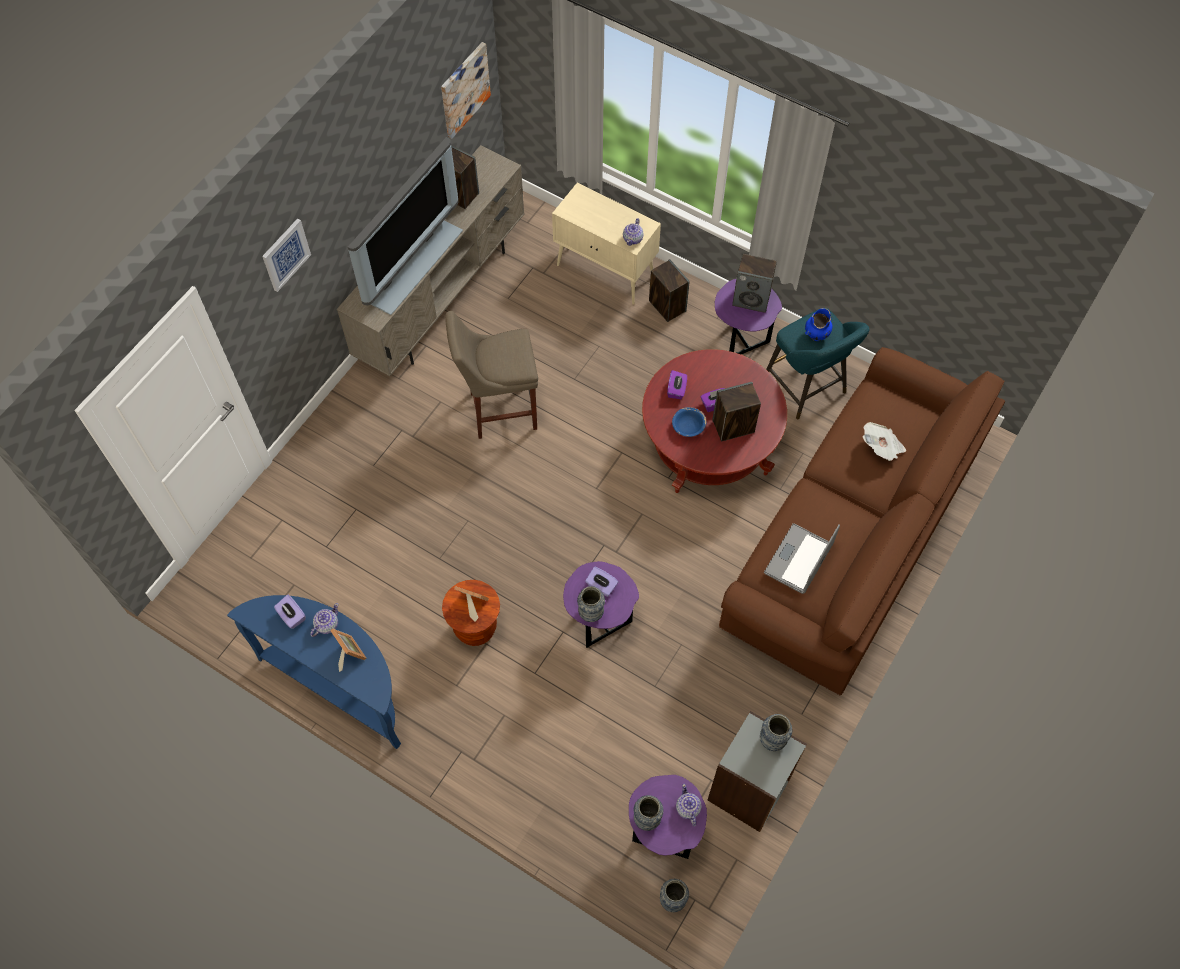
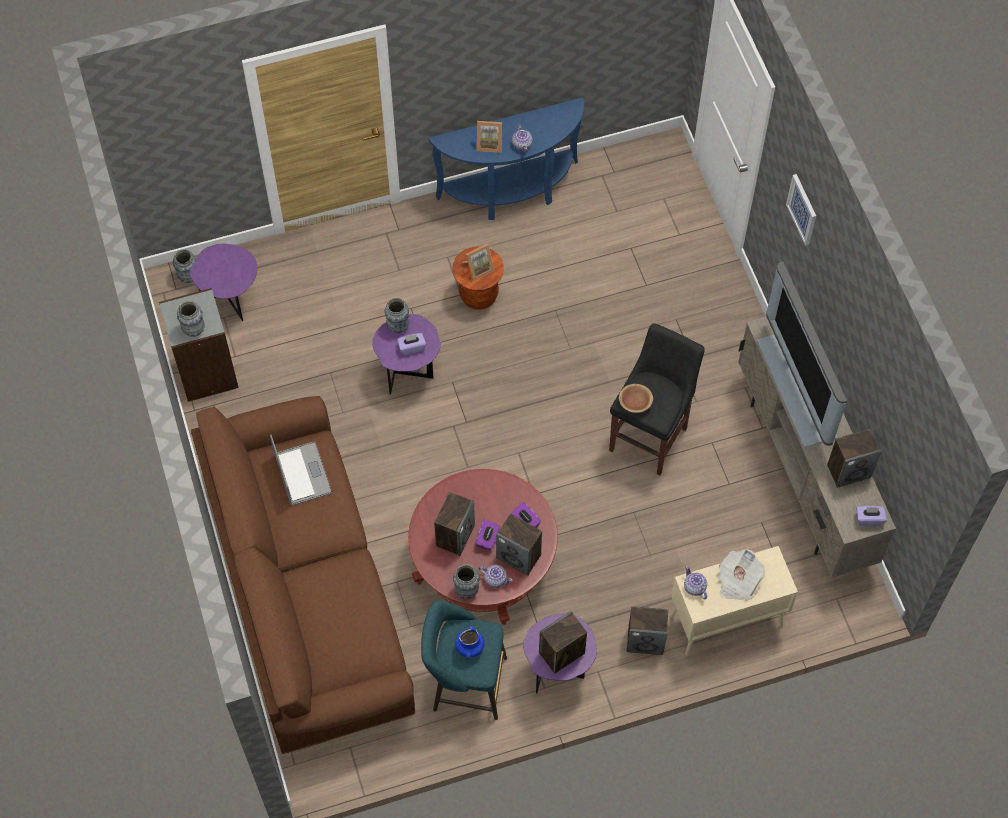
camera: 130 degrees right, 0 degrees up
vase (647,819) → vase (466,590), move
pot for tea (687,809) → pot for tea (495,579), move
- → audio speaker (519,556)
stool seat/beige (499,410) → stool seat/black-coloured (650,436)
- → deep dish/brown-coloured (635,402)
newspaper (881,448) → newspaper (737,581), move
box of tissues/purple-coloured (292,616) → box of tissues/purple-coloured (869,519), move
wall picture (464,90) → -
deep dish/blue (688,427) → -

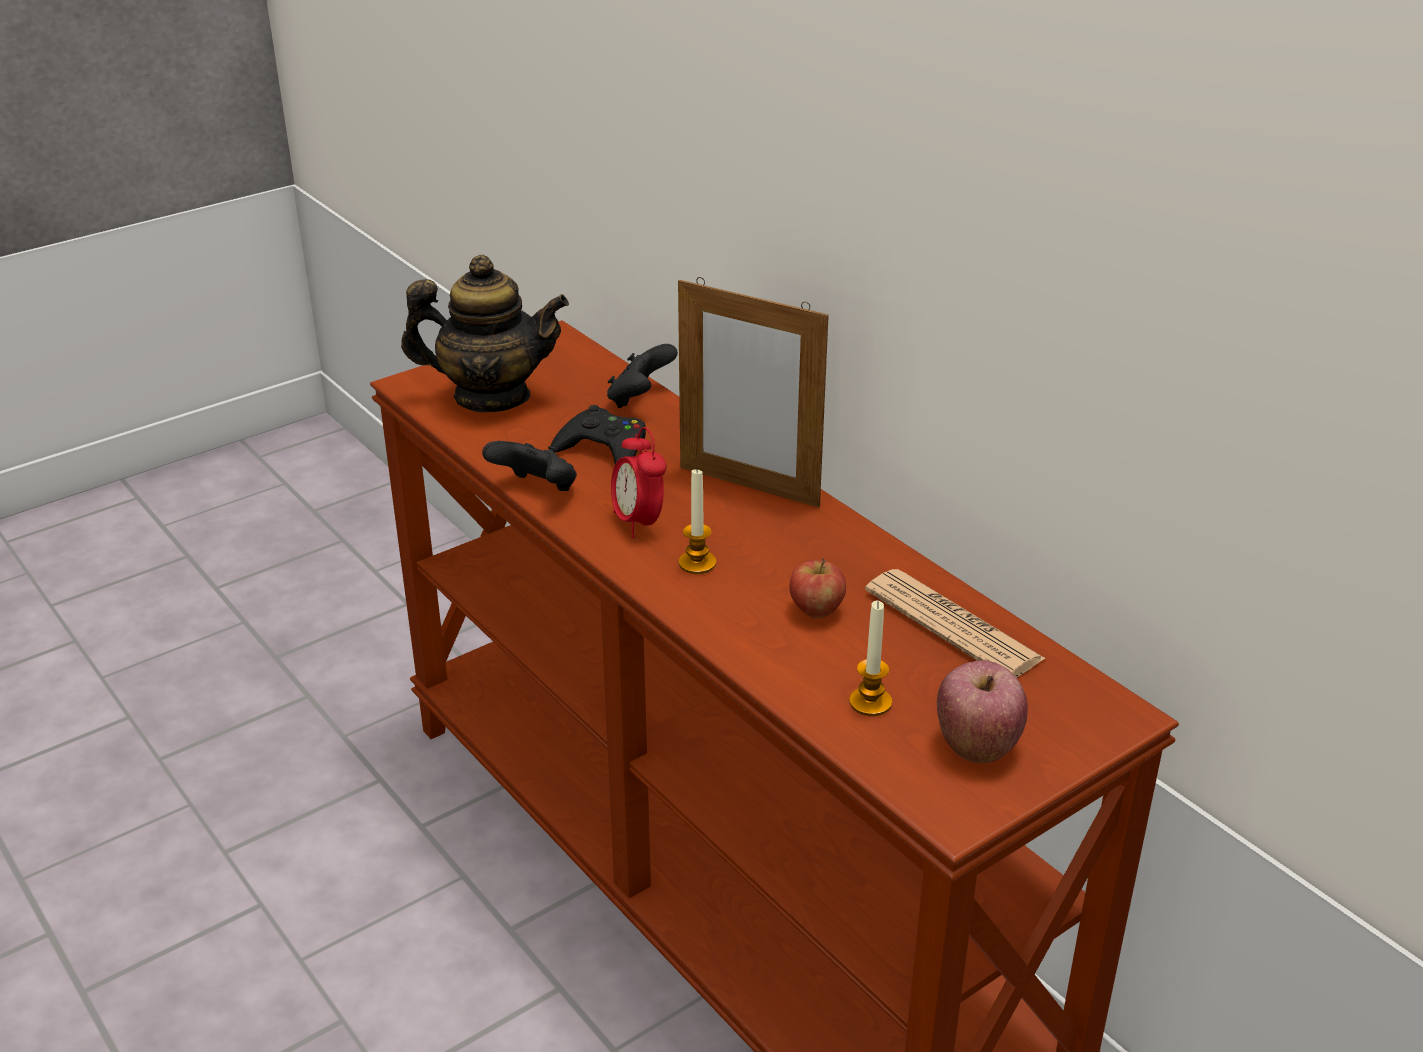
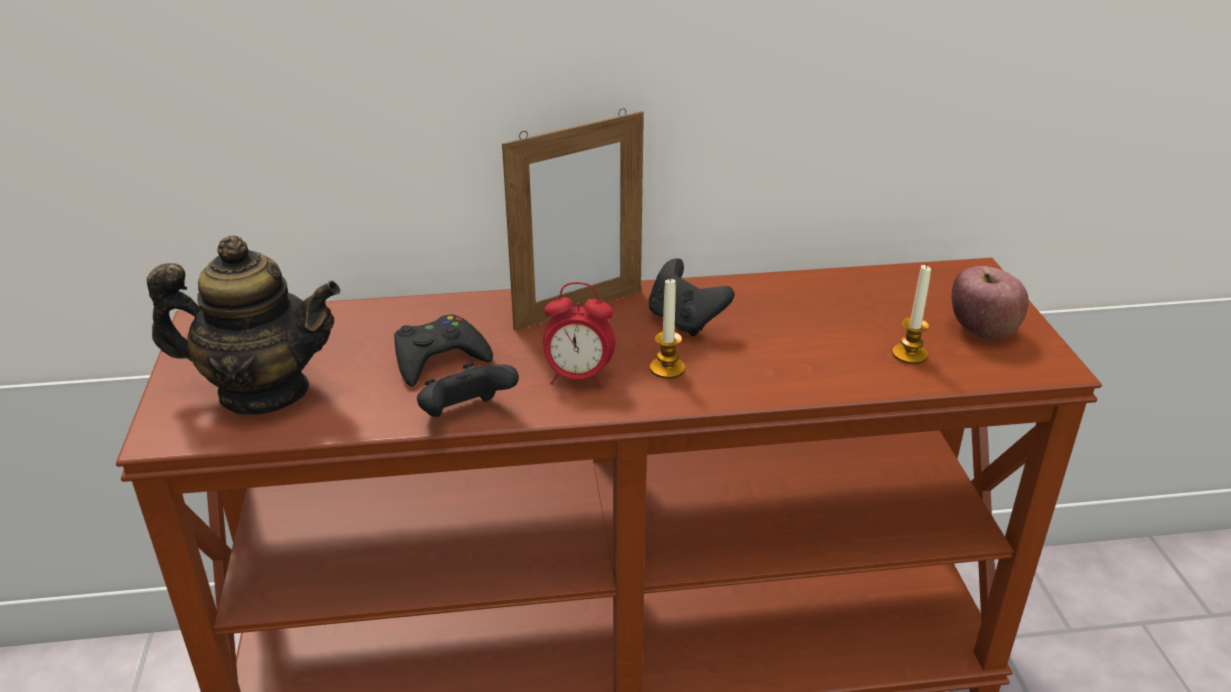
camera: 60 degrees left, 0 degrees up
pot for tea (491,397) → pot for tea (263,391), 60 degrees clockwise
game controller/black-coloured (640,399) → game controller/black-coloured (685,321), move
apple (816,610) → -
newspaper (952,625) → -

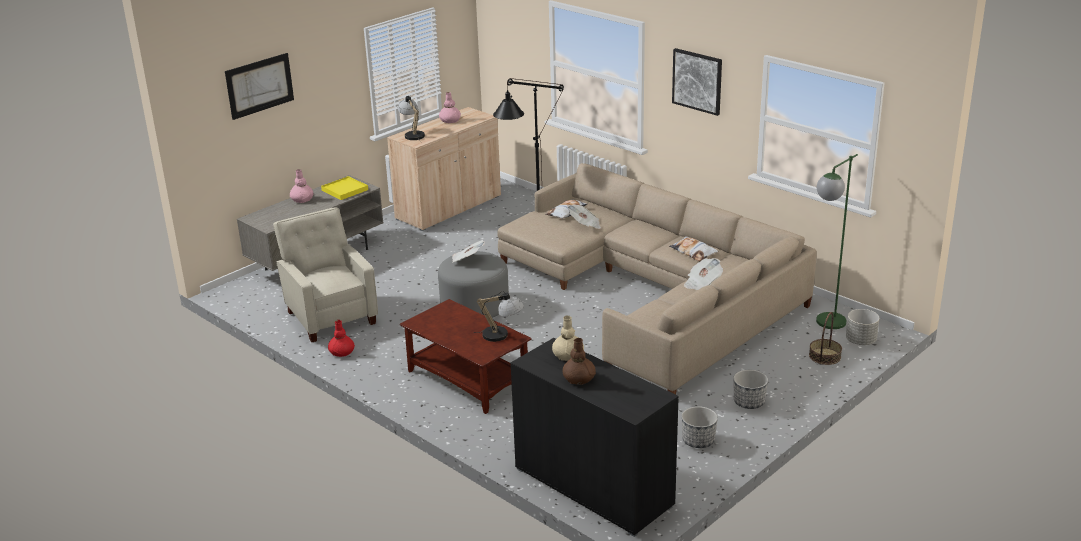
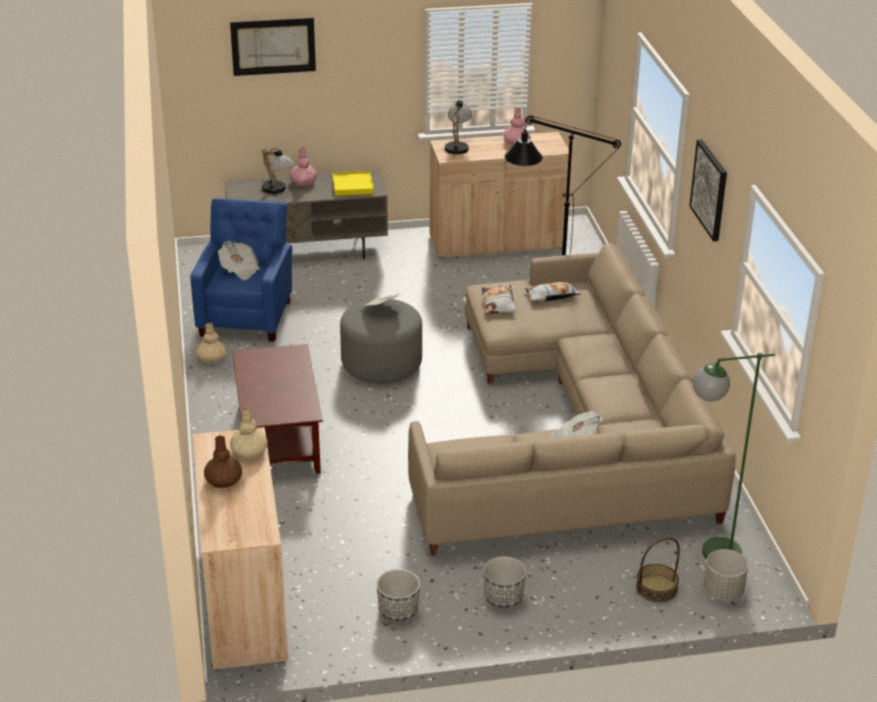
camera: 35 degrees right, 5 degrees up
lounge chair/beige (330,316) → lounge chair/blue (247,316)
cupboard/black-coloured (593,487) → cupboard/beige (244,603)
vase/red (341,352) → vase/beige (211,358)
newspaper (585,225) → newspaper (239,270), move
tabletop lamp (502,335) → tabletop lamp (277,190), move
pillow (693,252) → pillow (498,303), move

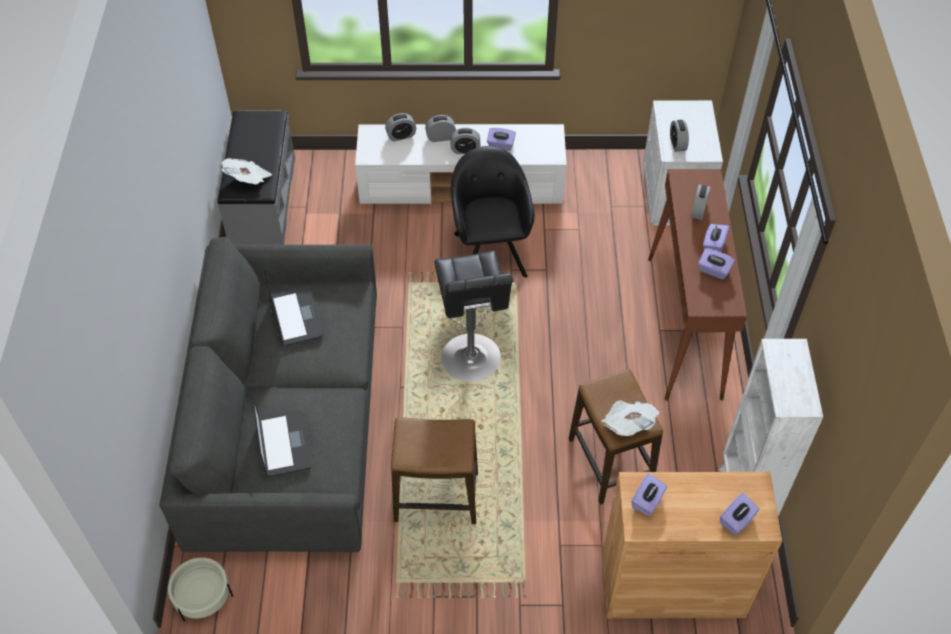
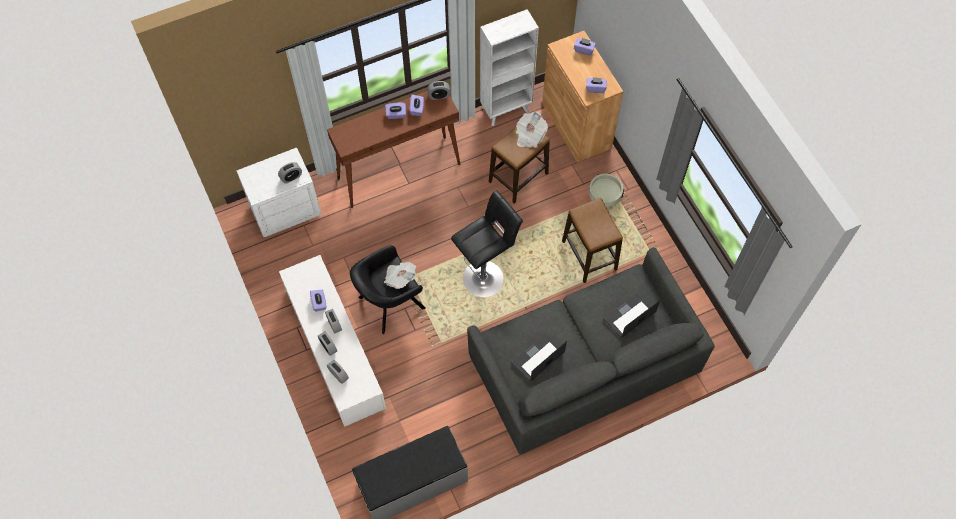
camera: 115 degrees left, 10 degrees up
newspaper (248,179) → newspaper (400,278), move
alarm clock (698,211) → alarm clock (439,95), move
plant pot/beige (202,596) → plant pot/beige (604,196), move

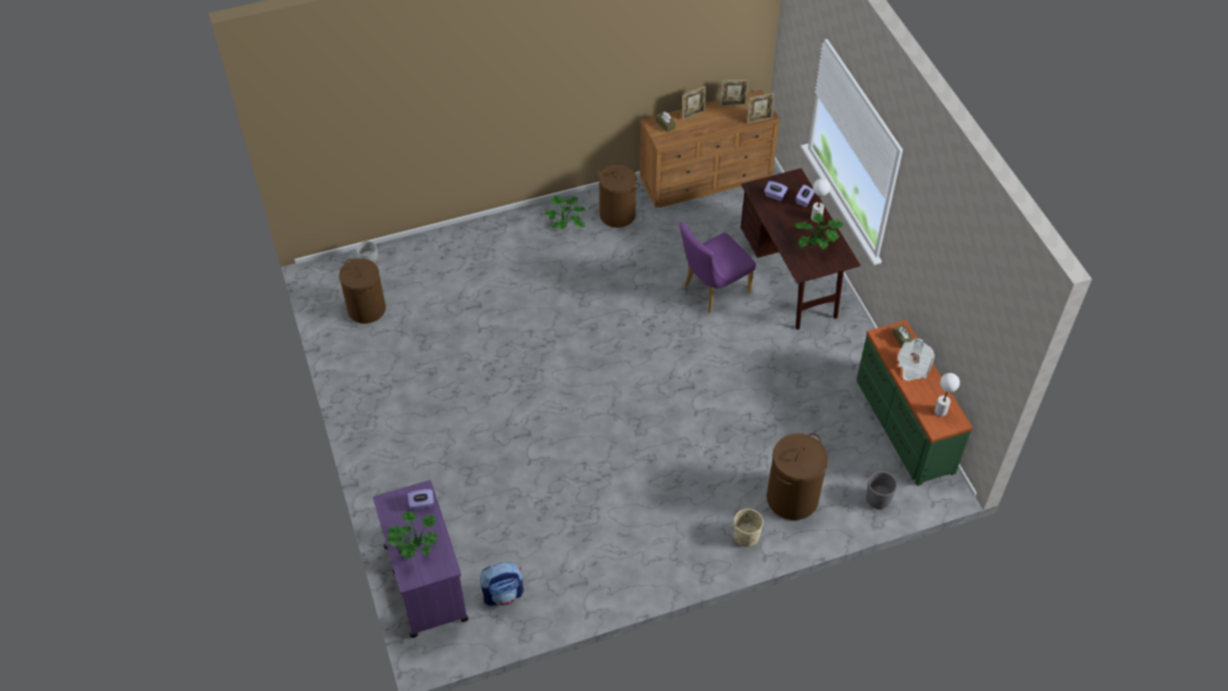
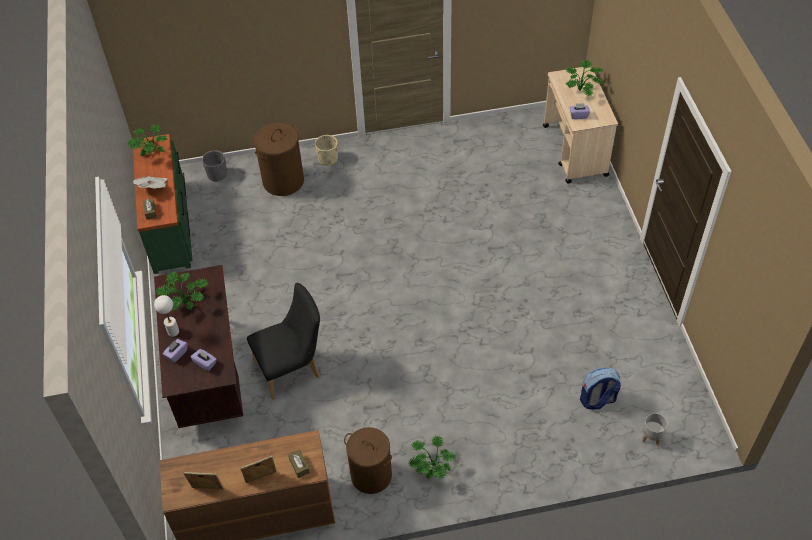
camera: 170 degrees left, 0 degrees up
tabletop lamp/whitish (940,411) → plant in a pot (150,152)
plain chair/purple-coloured (712,290) → plain chair/black-coloured (292,368)
wheeled cart/purple-coloured (425,582) → wheeled cart/beige (575,151)
rucksack (503,594) → rucksack (597,400), move
hamper/brown-coloured (366,309) → -
standing frame (759,119) → -

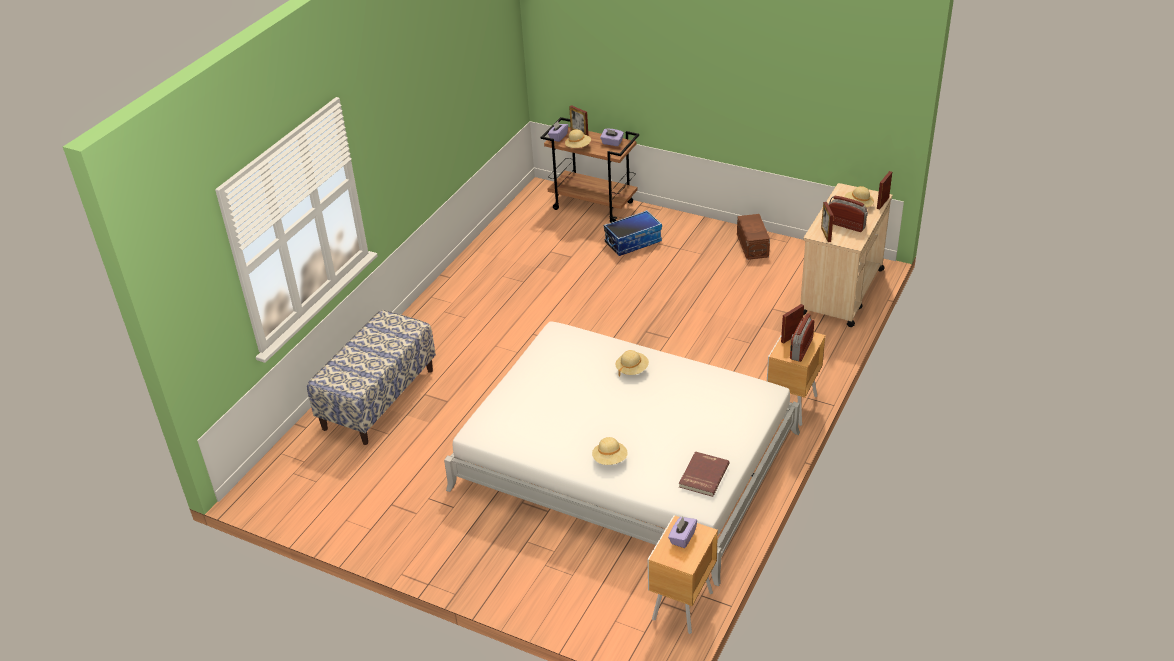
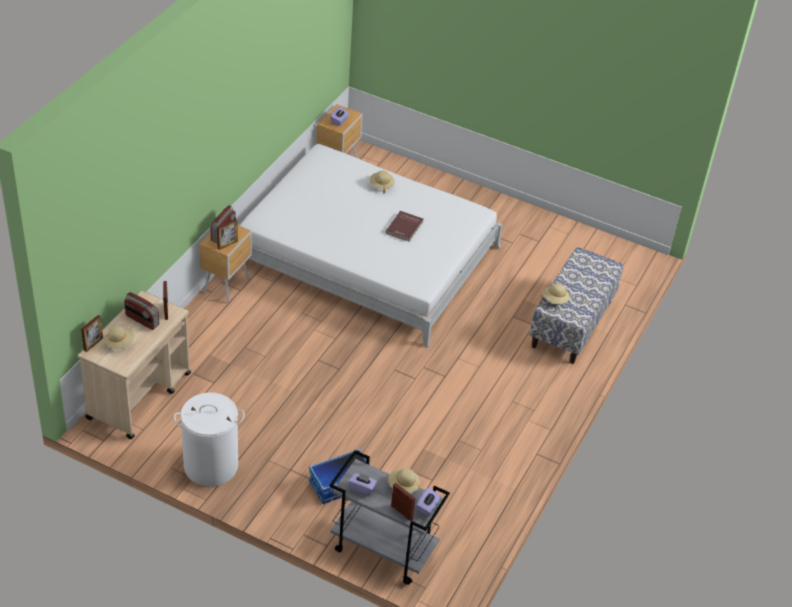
camera: 175 degrees right, 5 degrees up
storage bin/brown-coloured (752,246) → hamper/whitish (211,465)
wheeled cart/brown-coloured (594,206) → wheeled cart/gray (382,550)
book/red (703,475) → book/red (405,227), move
hat/beige (632,369) → hat/beige (555,300), move

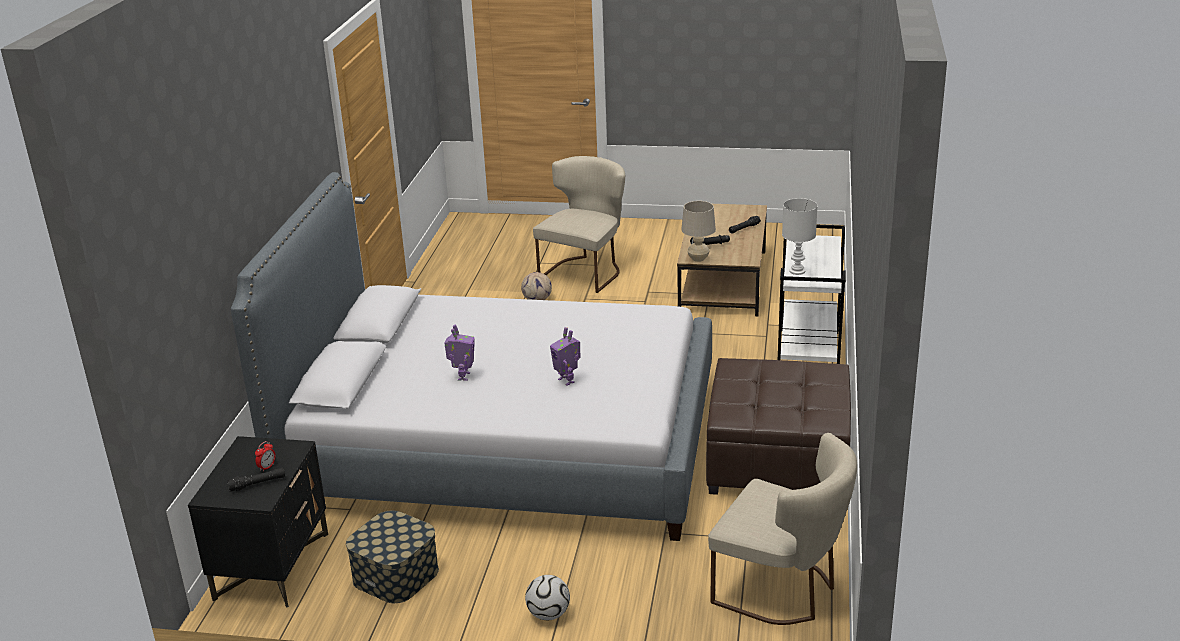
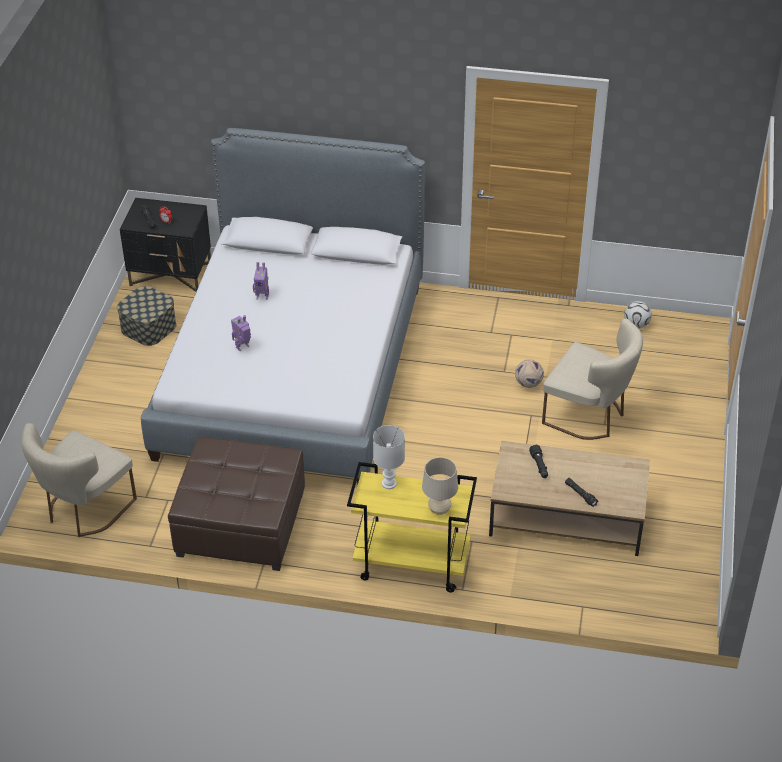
camera: 90 degrees right, 15 degrees up
wheeled cart/whitish (809,354) → wheeled cart/yellow-coloured (410,565)
tabletop lamp/beige (698,259) → tabletop lamp/beige (439,510), move
football ball (548,614) → football ball (636,325), move

